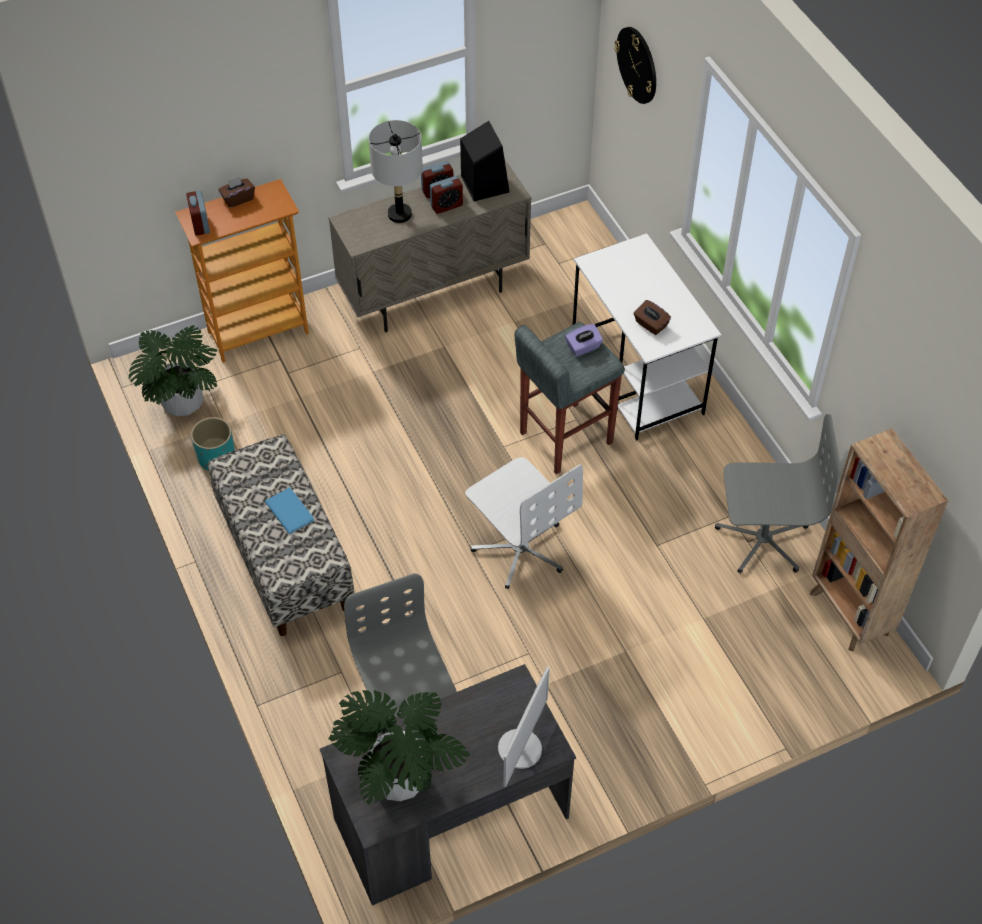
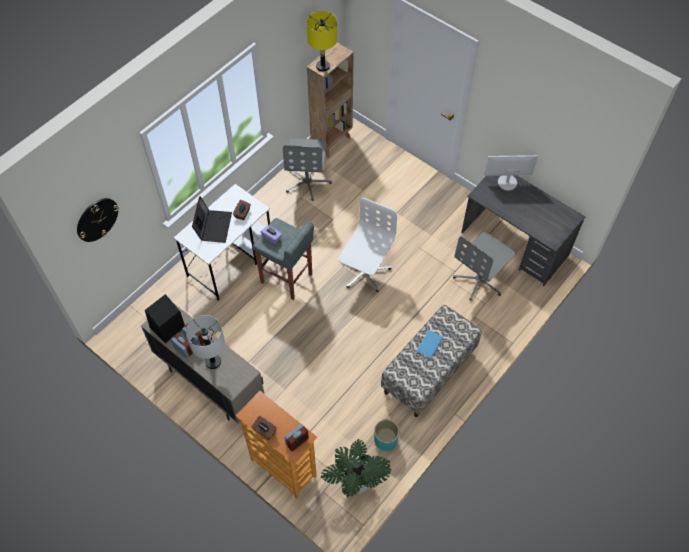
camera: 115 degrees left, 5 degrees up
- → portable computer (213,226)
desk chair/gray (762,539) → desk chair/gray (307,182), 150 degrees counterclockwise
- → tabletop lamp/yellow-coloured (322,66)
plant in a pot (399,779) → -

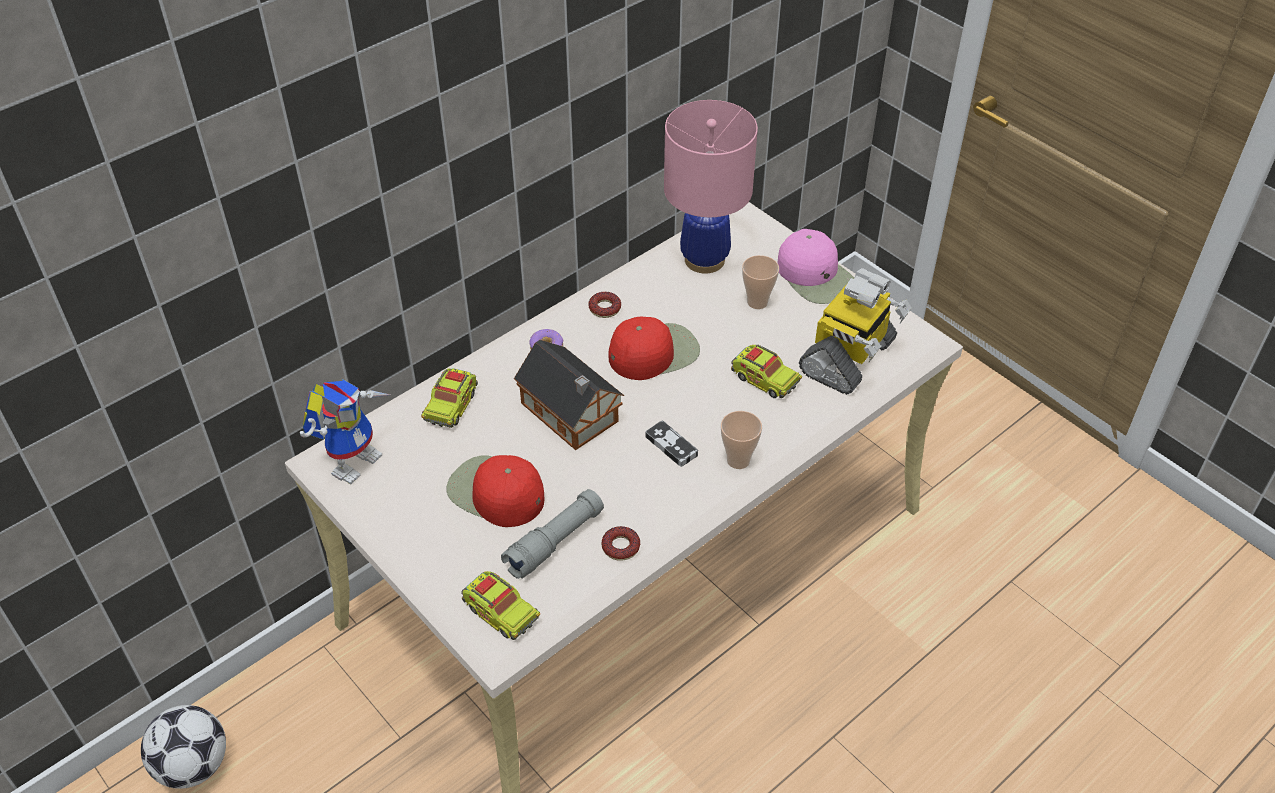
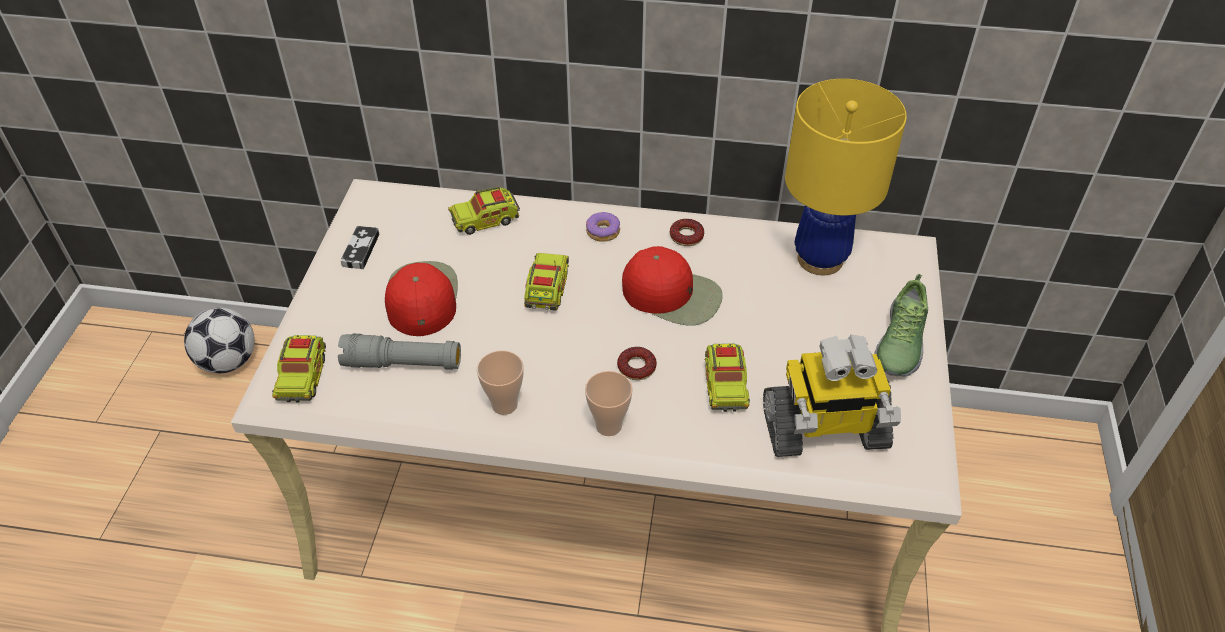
camera: 50 degrees right, 0 degrees up
game controller (671,446) → game controller (360,250), move
drinking cup (757,302) → drinking cup (504,405), move
toy house (571,415) → toy lorry (547,289)
ring doughnut (621,547) → ring doughnut (636,367), move
tabletop lamp/pink (705,260) → tabletop lamp/yellow-coloured (820,259)
cap/pink (816,276) → shoe (899,343)
robot figure (354,458) → -

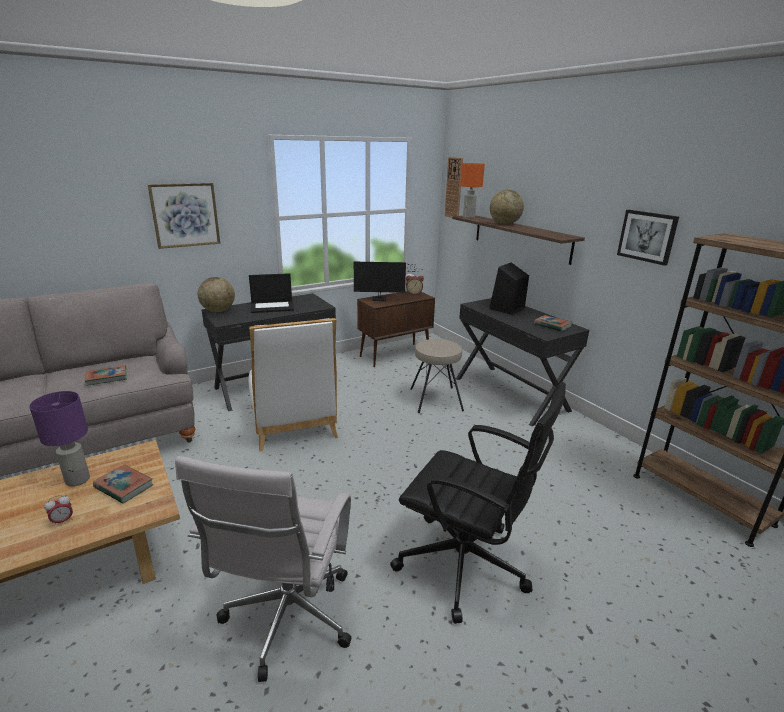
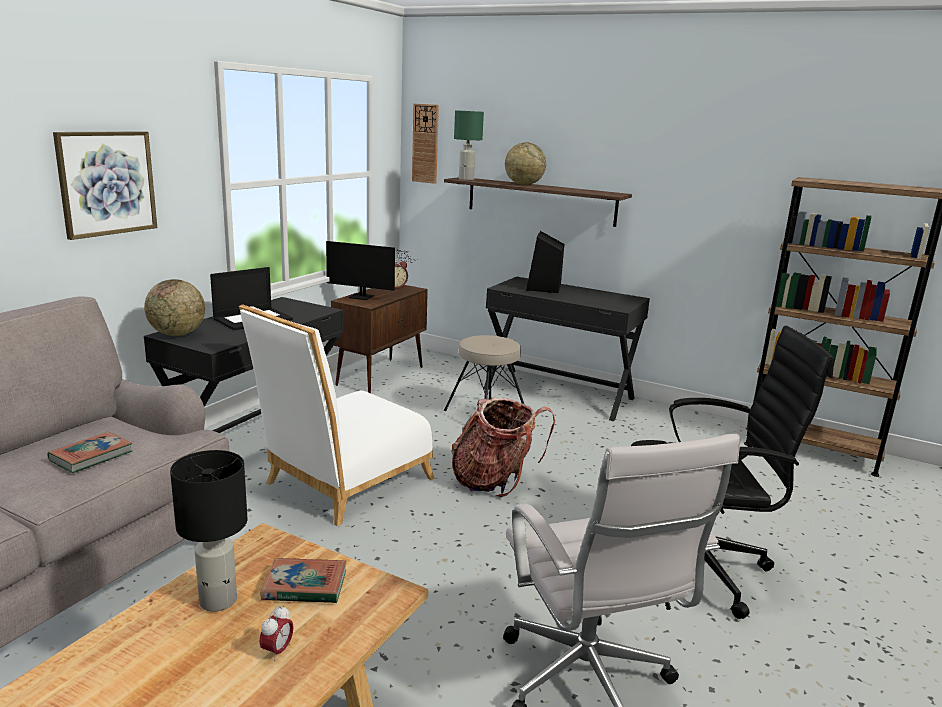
camera: 30 degrees left, 5 degrees down
tabletop lamp/purple-coloured (78,480) → tabletop lamp/black-coloured (219,600)
plain chair/whitish (293,425) → plain chair/whitish (342,484), 90 degrees clockwise
computer screen (382,299) → computer screen (364,297), 45 degrees clockwise
- → rucksack (495,481)
tabletop lamp/orange (468,217) → tabletop lamp/greenish (466,179)
book (552,325) → -
wall picture (647,236) → -

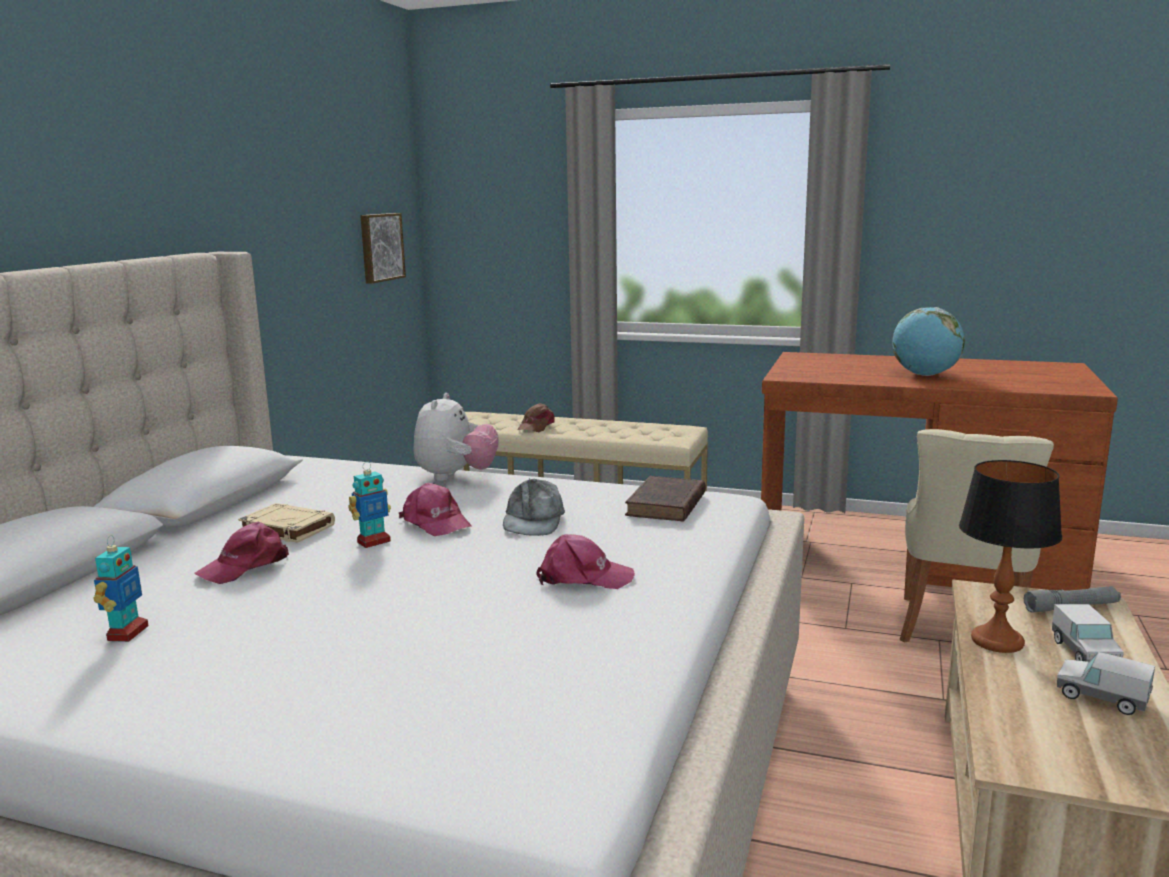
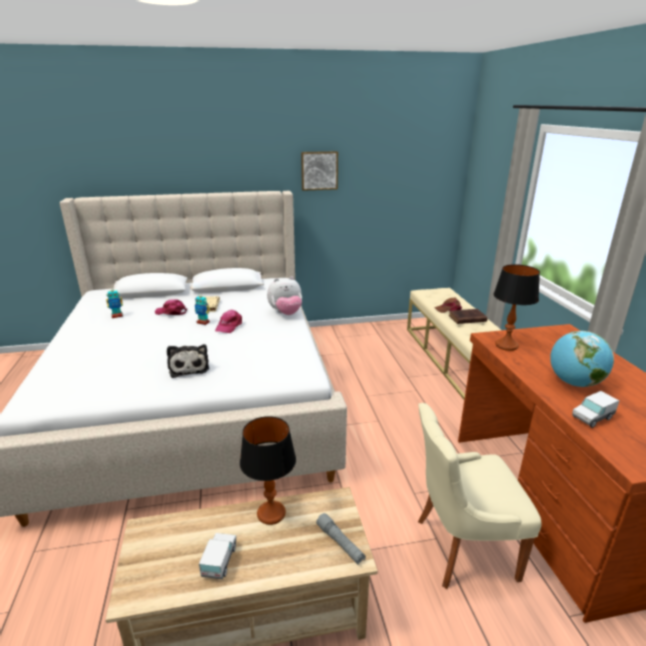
camera: 60 degrees right, 10 degrees up
cap/pink (583,577) → soft toy (189,367)
wall picture (380,247) → wall picture (319,170), move
book/brown-coloured (665,505) → book/brown-coloured (466,318), move
- → tabletop lamp (506,345)
toy lorry (1084,653) → toy lorry (592,418), move
cap/gray (533,520) → -

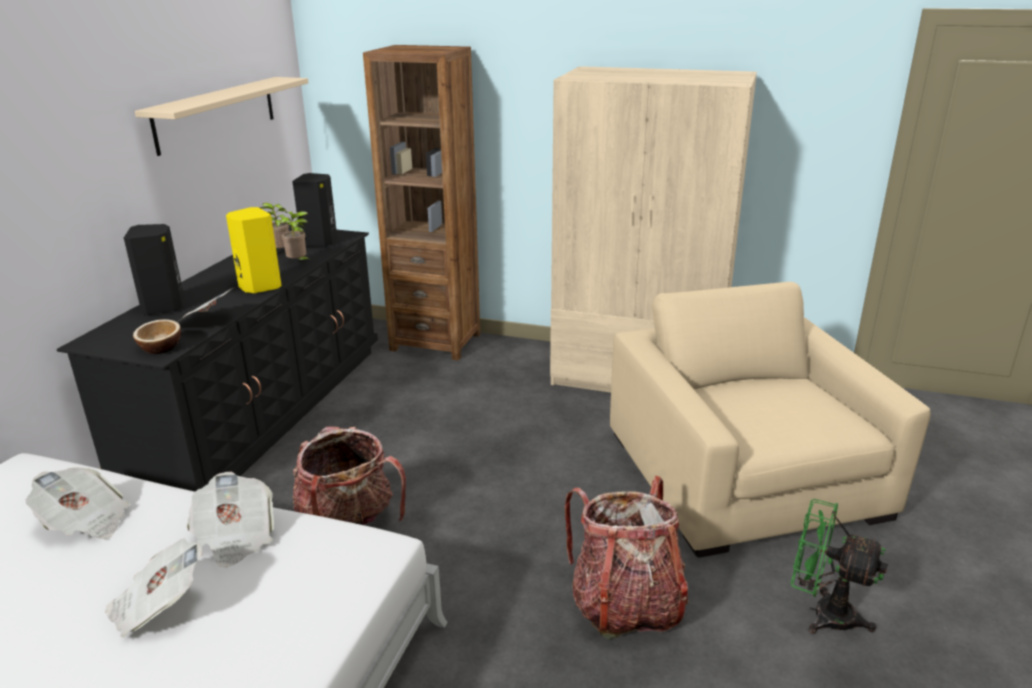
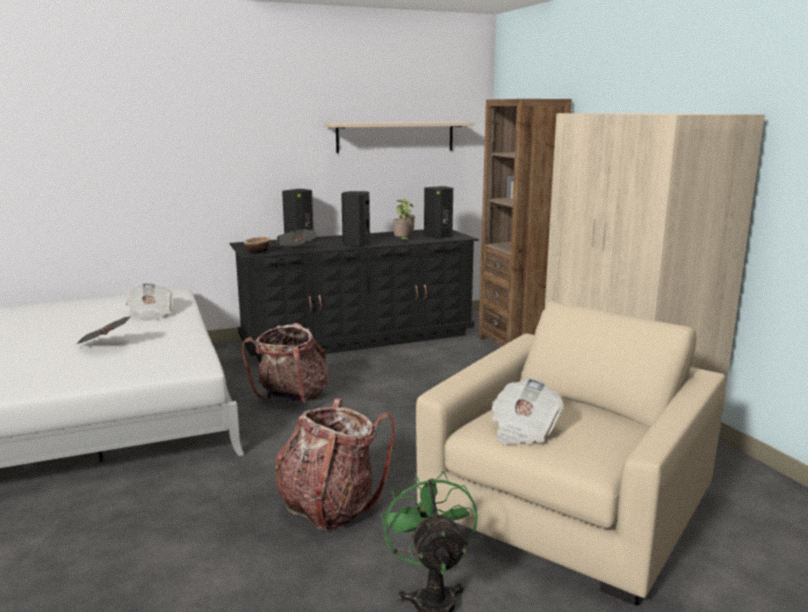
camera: 50 degrees right, 10 degrees down
audio speaker/yellow-coloured (259,287) → audio speaker/black-coloured (355,244)
newspaper (235,537) → newspaper (523,430), move

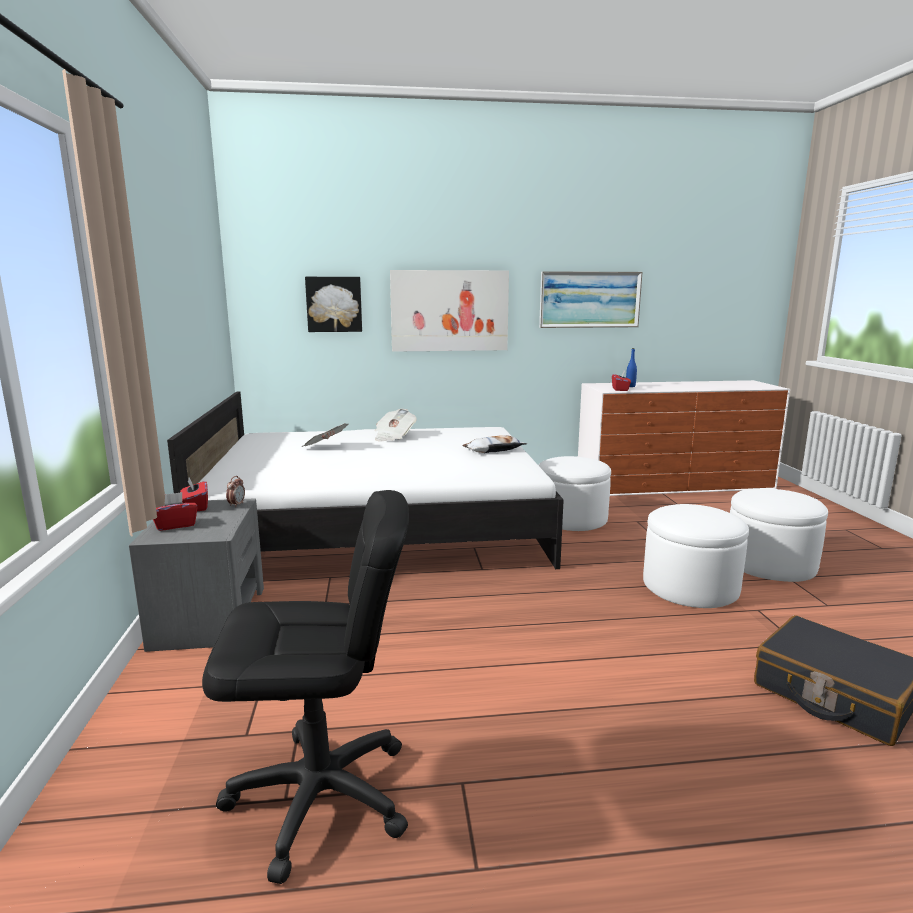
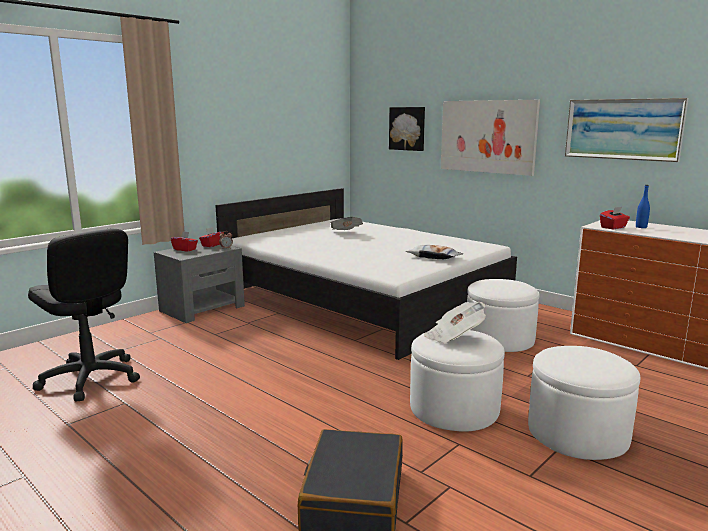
camera: 50 degrees right, 0 degrees up
newspaper (393,437) → newspaper (454,337), move

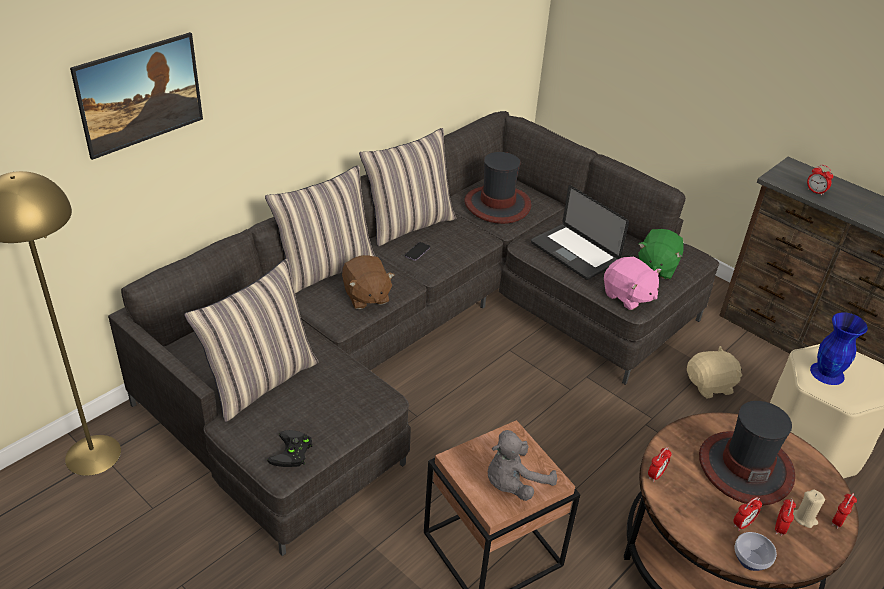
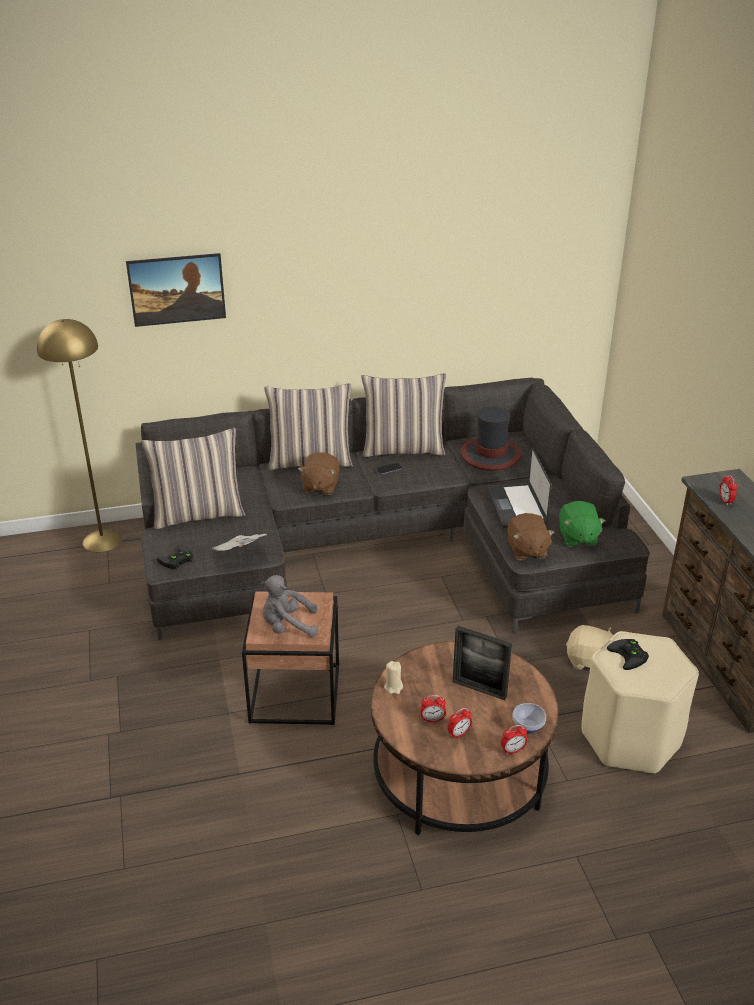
camera: 35 degrees right, 5 degrees down
- → newspaper (240,554)
wax candle/beige (805,518) → wax candle/beige (393,687), move
hat (745,467) → standing frame (479,689)
soft toy/pink (628,296) → soft toy/brown-coloured (527,550)
deep dish (750,559) → deep dish (528,726), move
soft toy/greenish (656,267) → soft toy/greenish (577,537), 60 degrees counterclockwise
vase/blue (828,373) → game controller/black-coloured (630,656)
alarm clock (656,475) → -

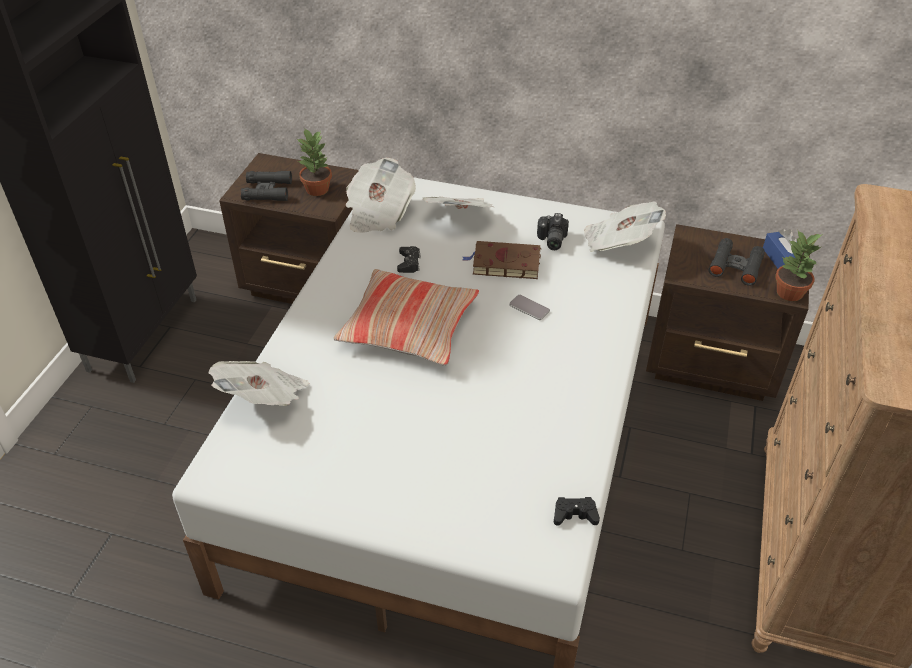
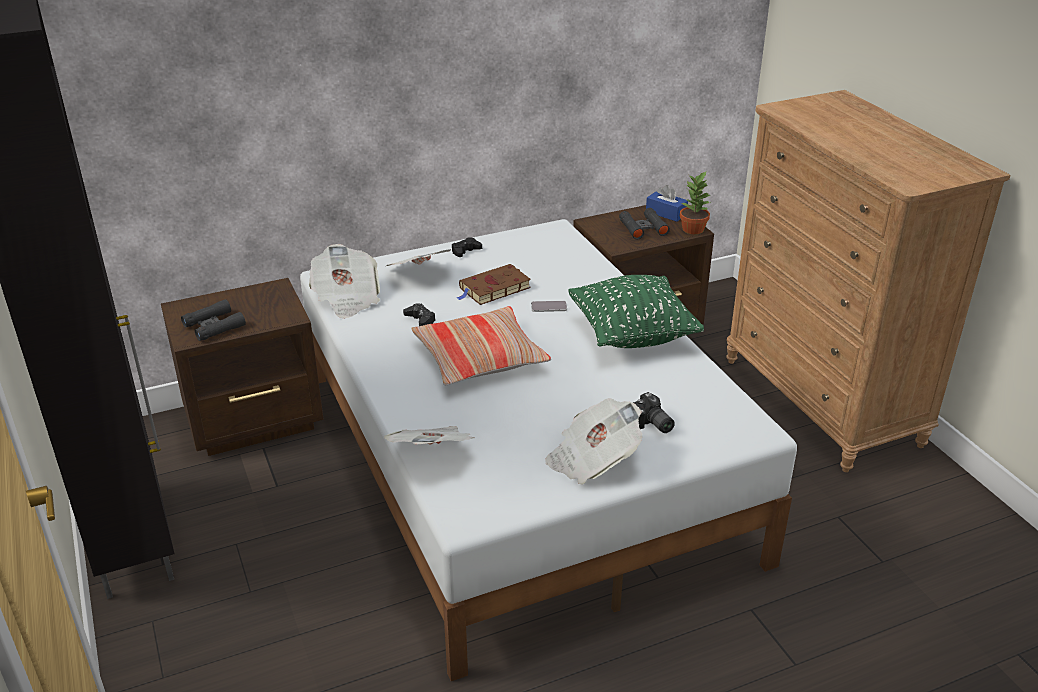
camera: 40 degrees left, 10 degrees down
game controller/black-coloured (574,515) → game controller/black-coloured (465,251), move
newspaper (619,242) → newspaper (592,460), move
- → pillow/greenish (632,335)
still camera (550,240) → still camera (650,425), move
plant in a pot (317,189) → -

